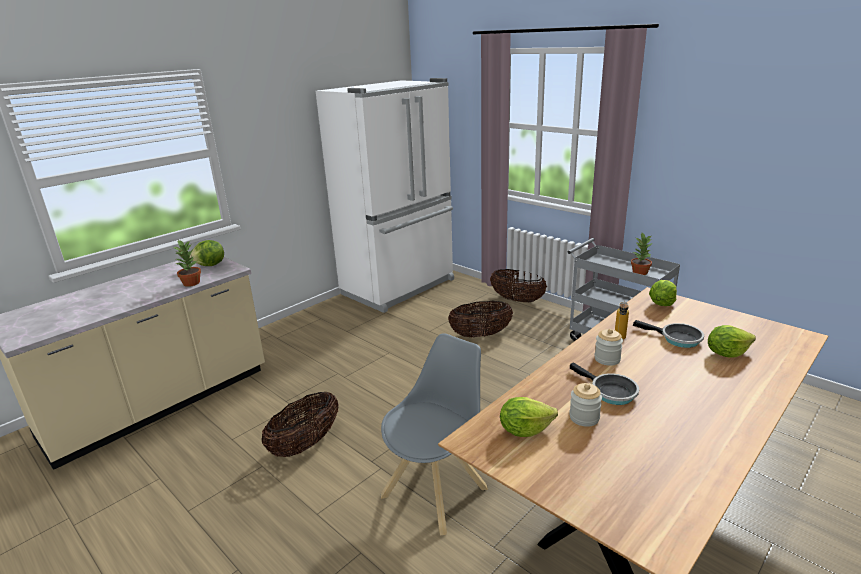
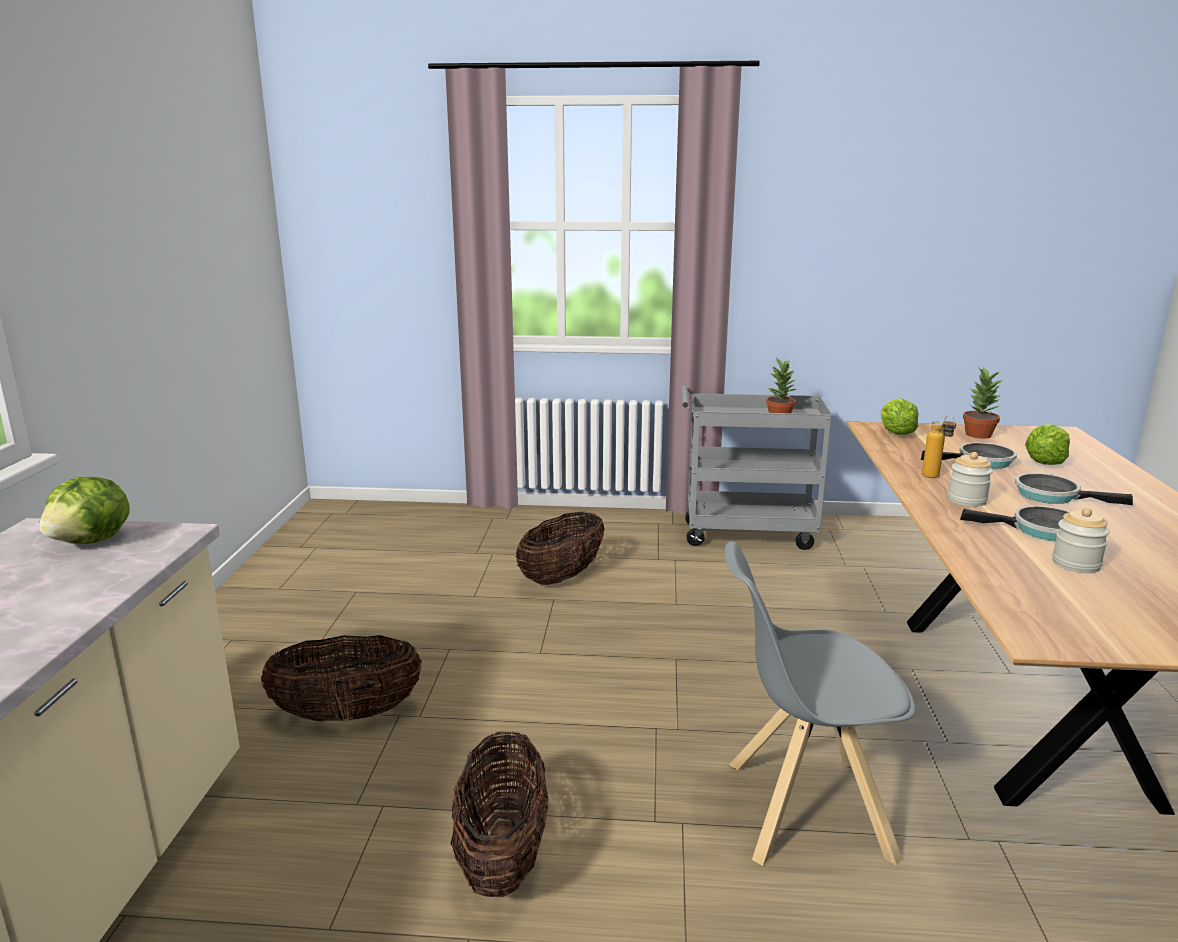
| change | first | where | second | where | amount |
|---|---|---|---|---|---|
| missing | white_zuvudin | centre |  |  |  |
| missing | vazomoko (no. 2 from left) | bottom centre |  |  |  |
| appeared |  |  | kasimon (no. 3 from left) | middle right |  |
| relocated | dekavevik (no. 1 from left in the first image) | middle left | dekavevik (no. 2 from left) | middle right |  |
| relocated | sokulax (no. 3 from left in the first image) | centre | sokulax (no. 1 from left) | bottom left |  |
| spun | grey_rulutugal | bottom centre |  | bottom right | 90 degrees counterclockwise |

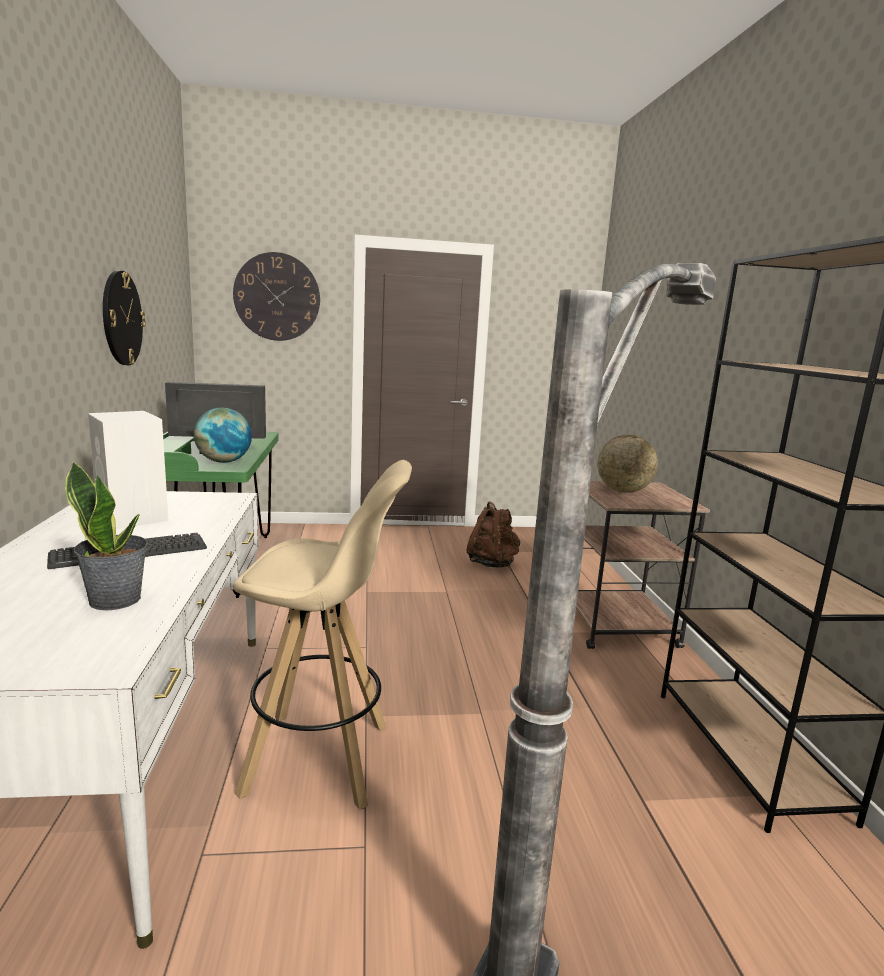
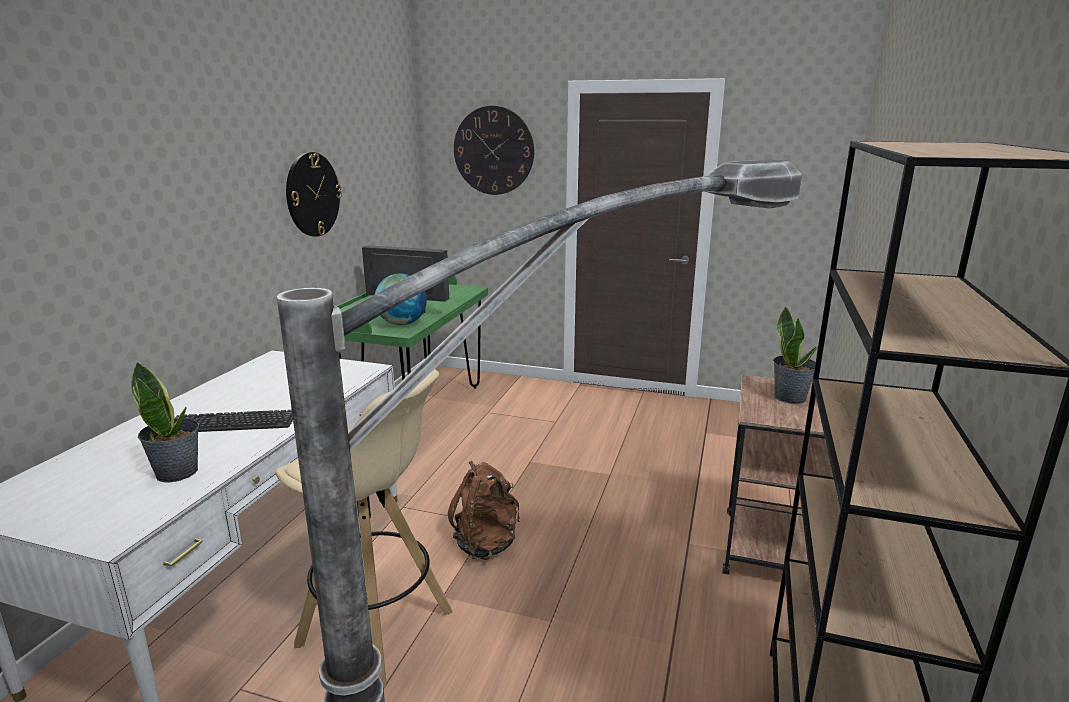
| change | first | where | second | where | amount |
|---|---|---|---|---|---|
| missing | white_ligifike | middle left |  |  |  |
| relocated | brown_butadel | centre |  | bottom centre |  |
| exchanged | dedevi (no. 2 from left) | middle right | dekavevik (no. 2 from left) | middle right |  |

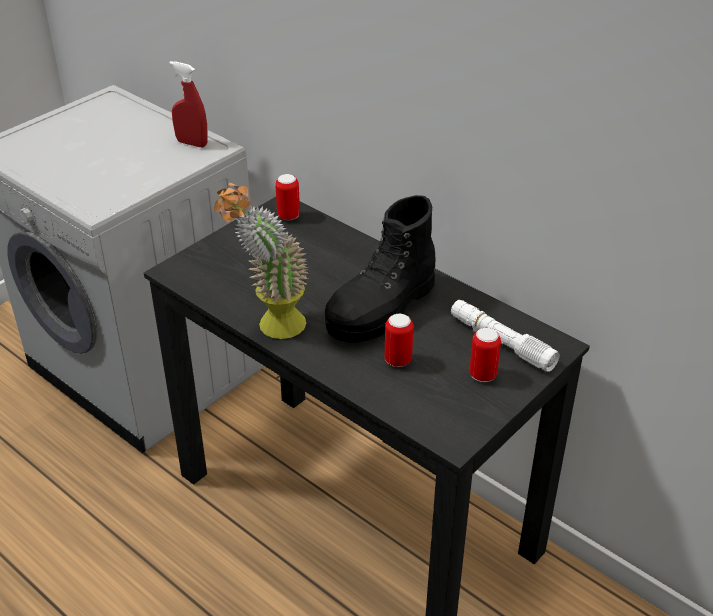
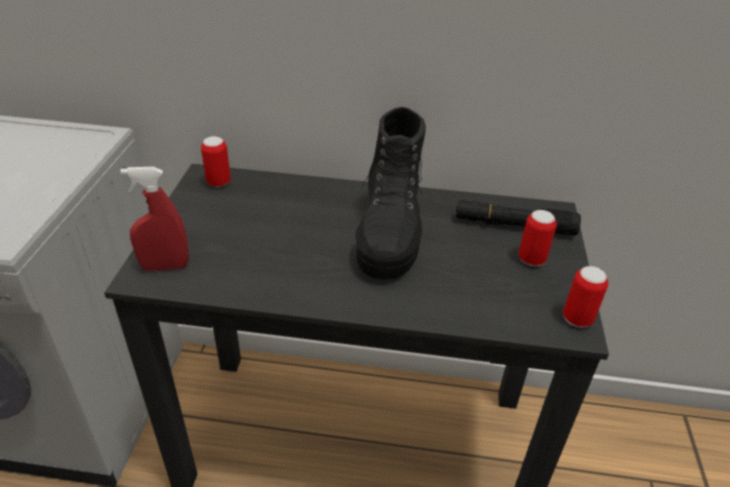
| change | first | where | second | where | amount |
|---|---|---|---|---|---|
| missing | dekavevik | centre |  |  |  |
| relocated | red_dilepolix | top left |  | middle left |  |
| relocated | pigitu (no. 2 from left in the first image) | centre | pigitu (no. 3 from left) | middle right |  |
| colour | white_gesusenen | middle right | black_gesusenen | middle right |  |

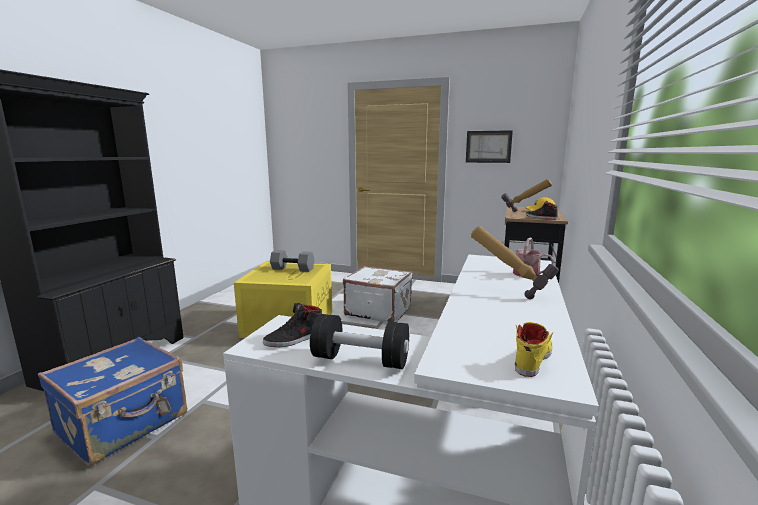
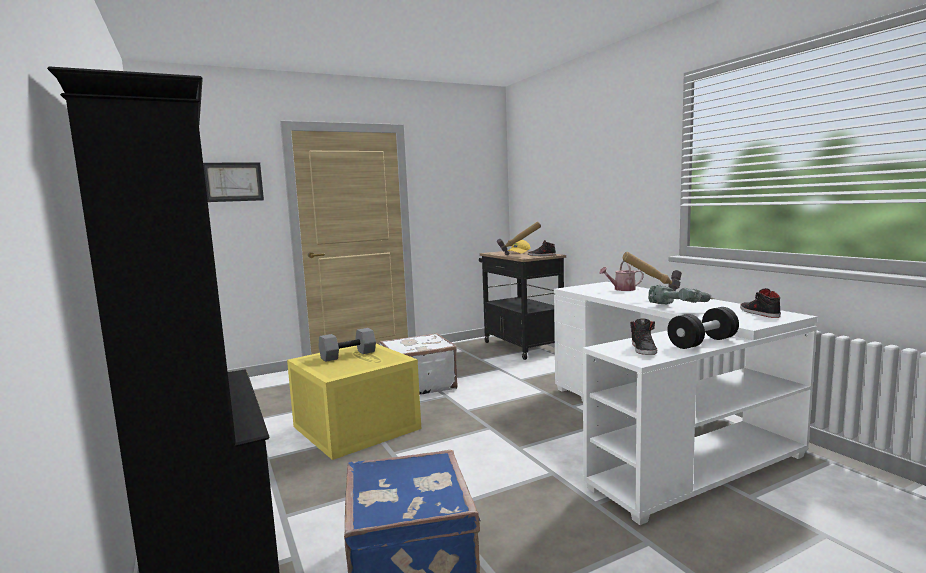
| change | first | where | second | where | amount |
|---|---|---|---|---|---|
| appeared |  |  | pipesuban | middle right |  |
| relocated | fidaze | top centre |  | top left |  |
| colour | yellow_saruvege | bottom right | black_saruvege (no. 3 from left) | middle right |  |

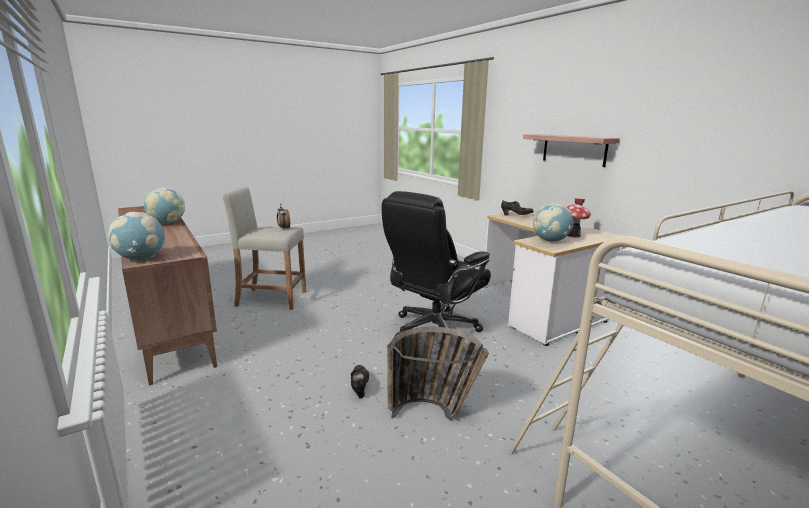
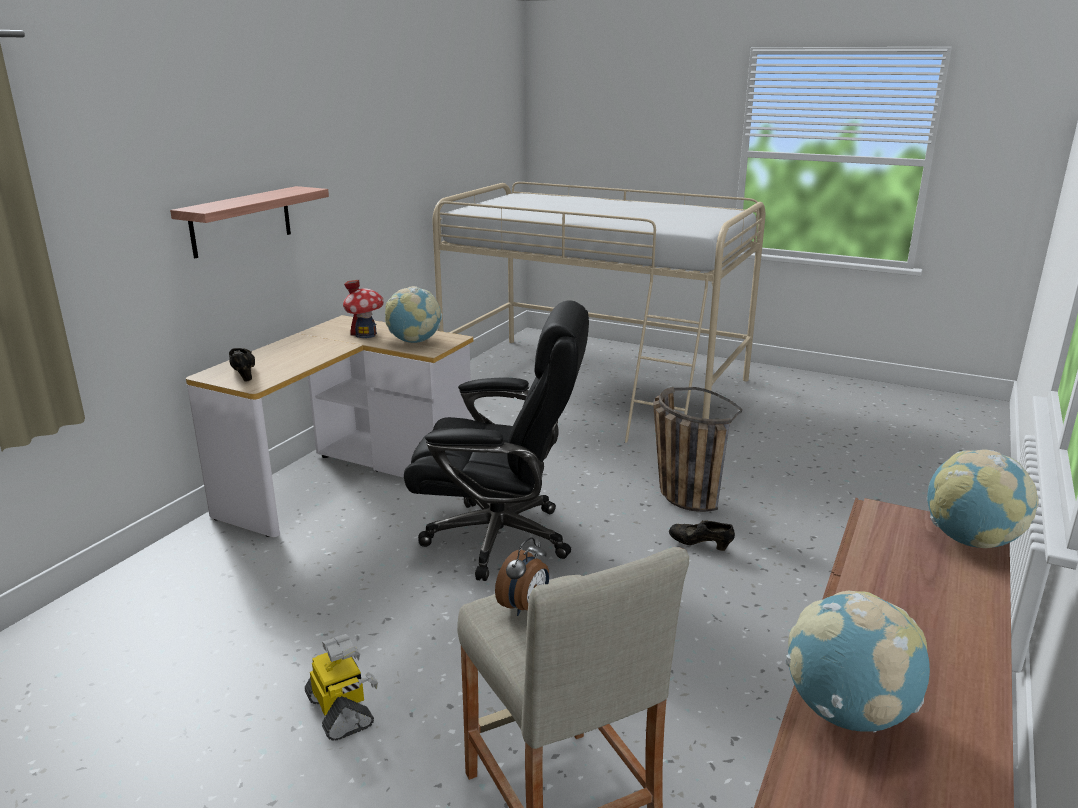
| change | first | where | second | where | amount |
|---|---|---|---|---|---|
| appeared |  |  | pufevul | bottom left |  |
| spun | black_saruvege (no. 1 from left in the first image) | bottom centre | black_saruvege (no. 2 from left) | centre | 60 degrees clockwise |

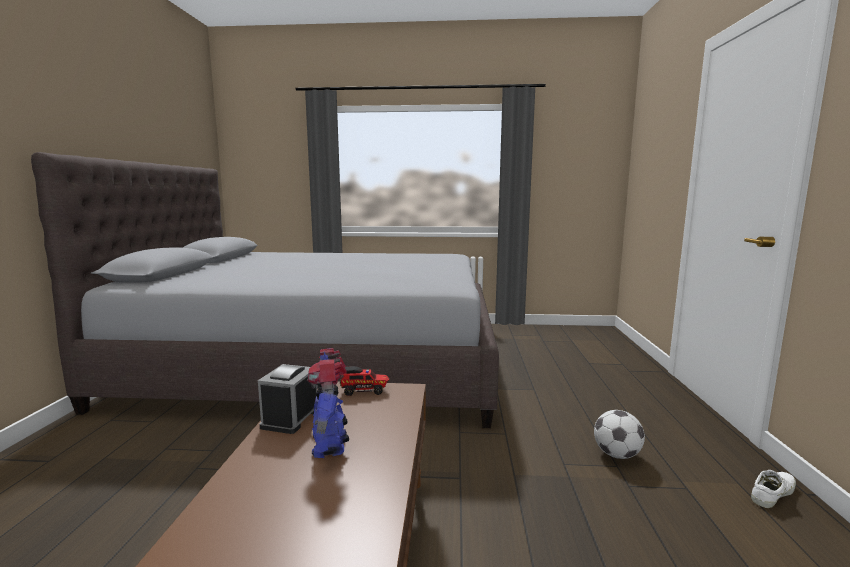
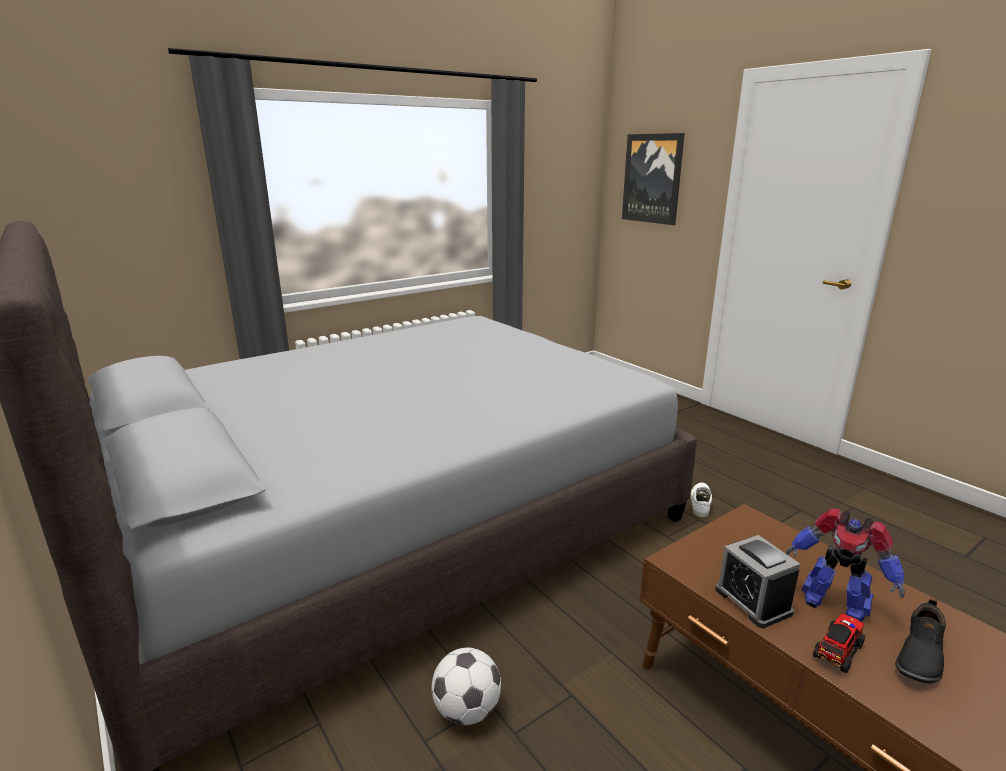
| change | first | where | second | where | amount |
|---|---|---|---|---|---|
| appeared |  |  | fidaze | top centre |  |
| appeared |  |  | black_saruvege | bottom right |  |
| relocated | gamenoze | bottom centre |  | bottom right |  |
| relocated | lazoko | bottom right |  | bottom centre |  |
| relocated | white_saruvege | bottom right |  | middle right |  |

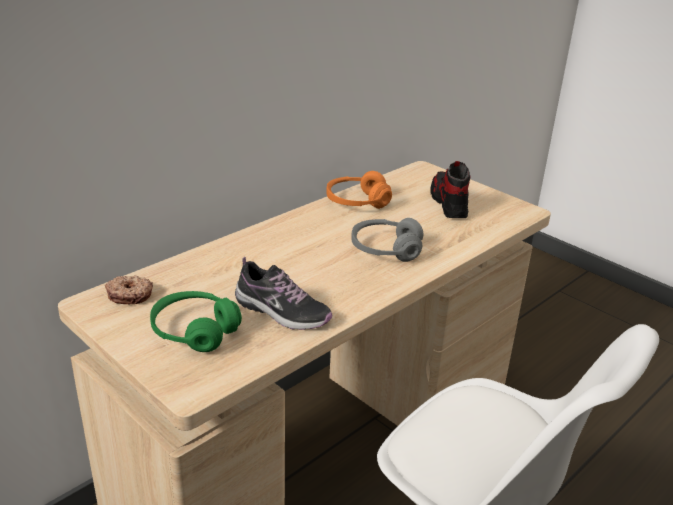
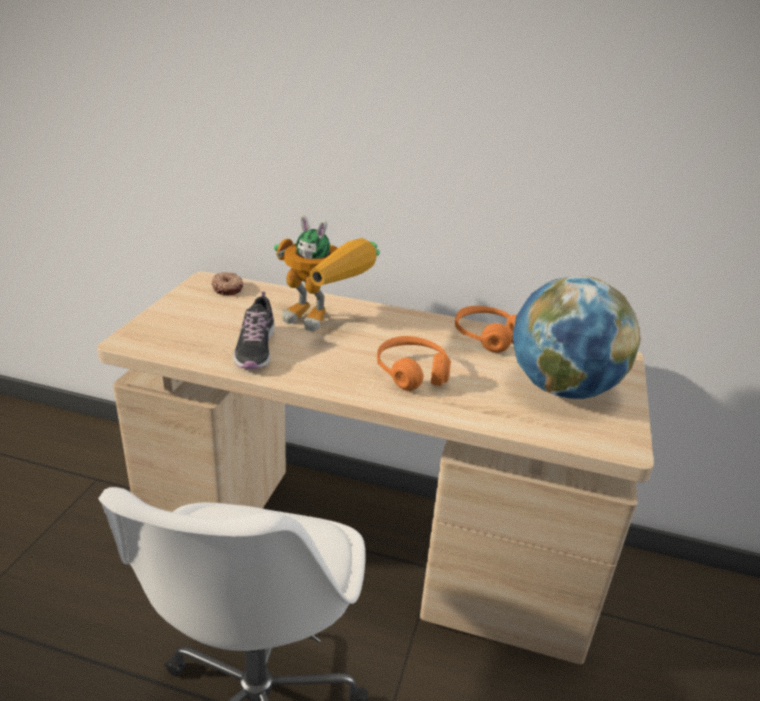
| change | first | where | second | where | amount |
|---|---|---|---|---|---|
| missing | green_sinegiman | middle left |  |  |  |
| appeared |  |  | pufevul | centre |  |
| exchanged | saruvege (no. 2 from left) | middle right | dedevi | middle right |  |
| colour | grey_sinegiman | centre | orange_sinegiman (no. 1 from left) | centre |  |

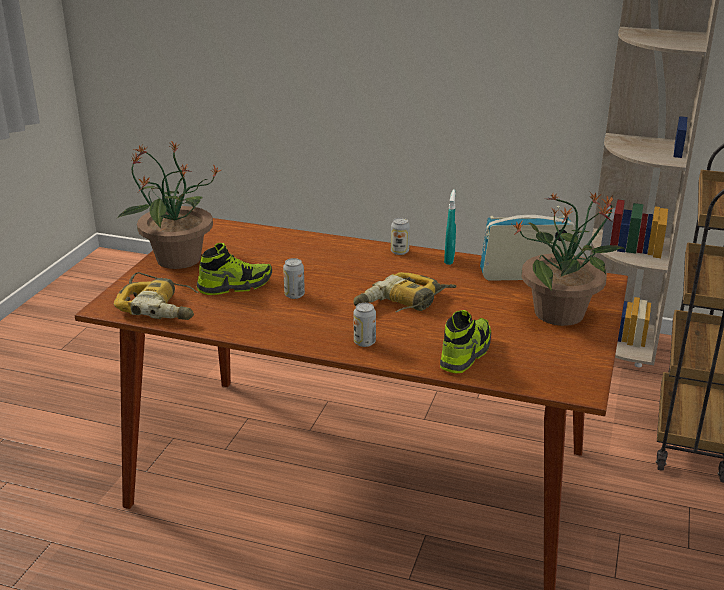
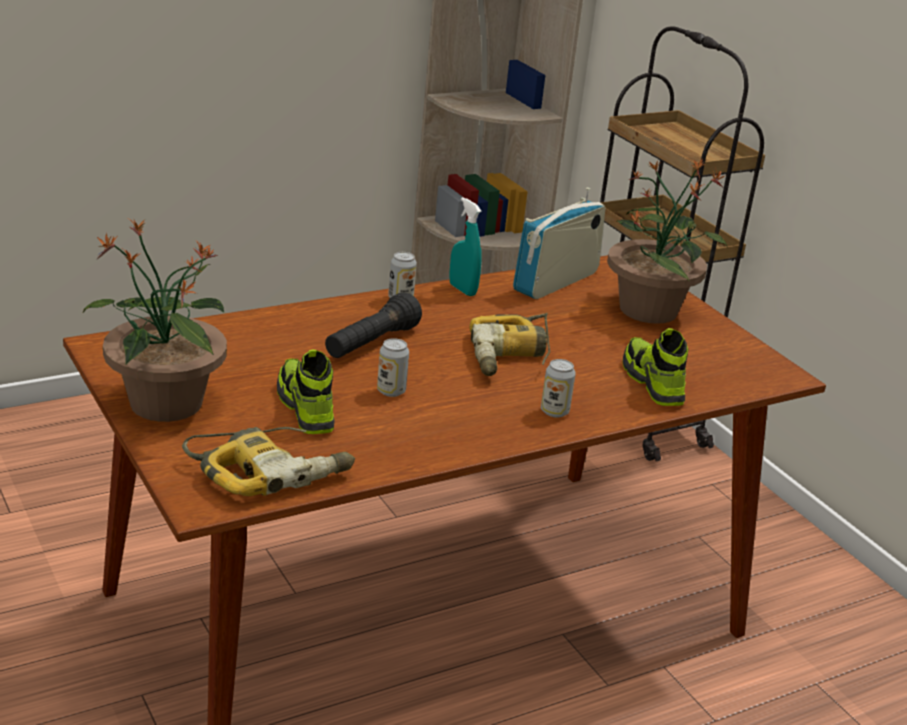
| change | first | where | second | where | amount |
|---|---|---|---|---|---|
| appeared |  |  | black_gesusenen | centre |  |
| spun | saruvege (no. 1 from left) | middle left |  | centre | 45 degrees counterclockwise |

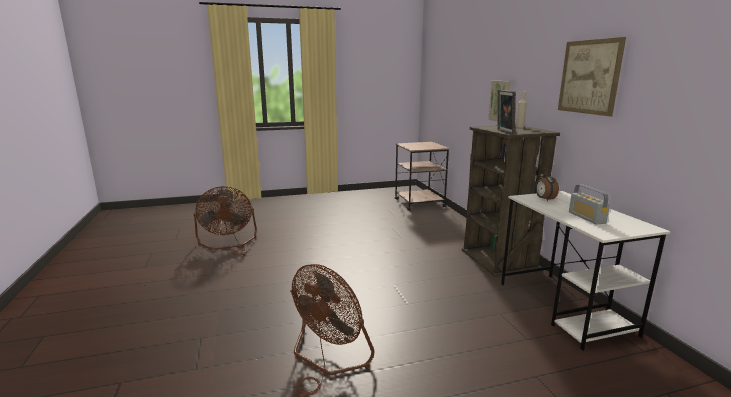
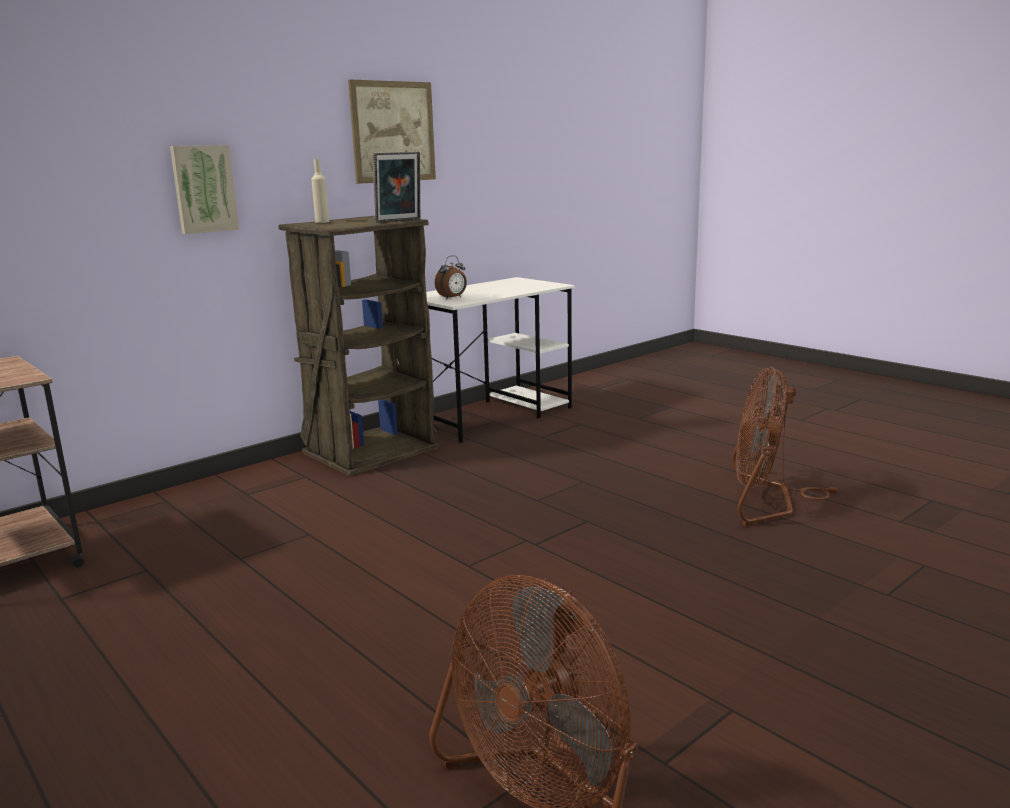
| change | first | where | second | where | amount |
|---|---|---|---|---|---|
| missing | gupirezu | middle right |  |  |  |

